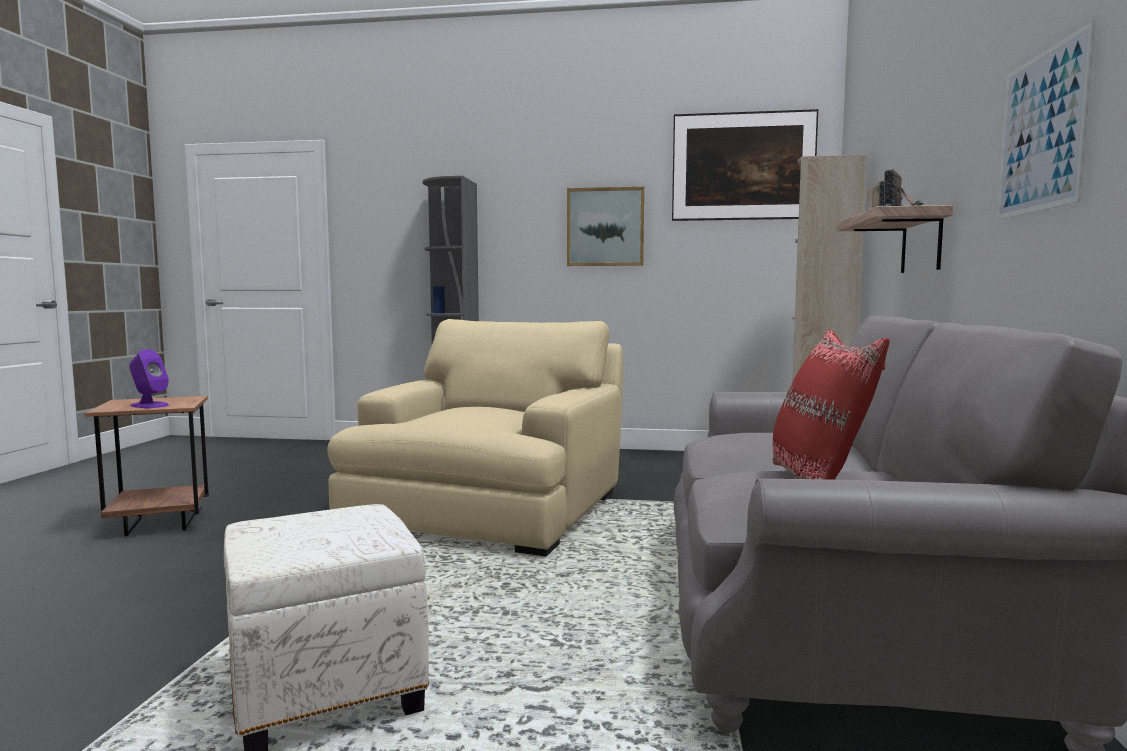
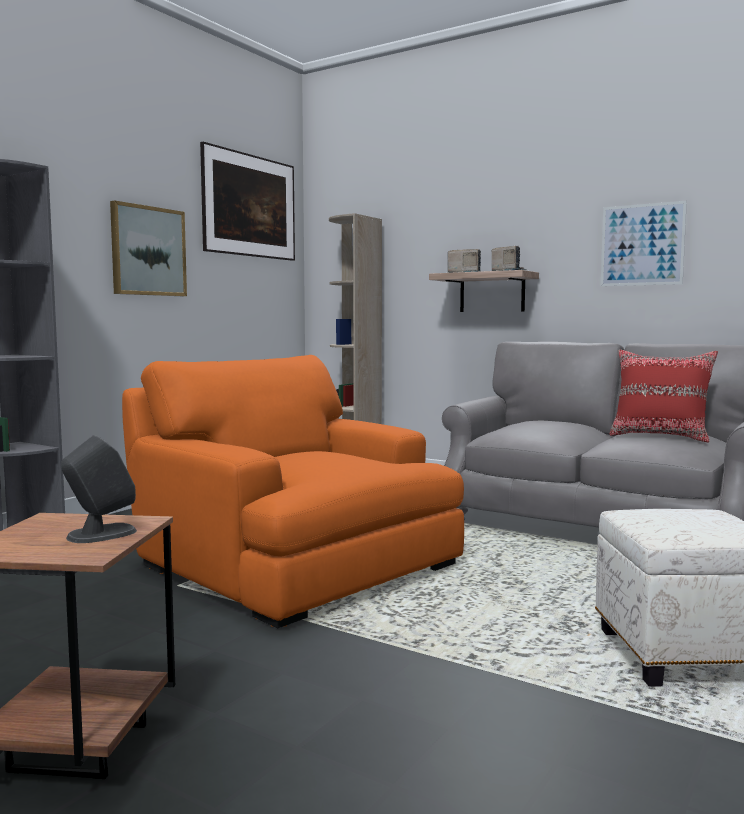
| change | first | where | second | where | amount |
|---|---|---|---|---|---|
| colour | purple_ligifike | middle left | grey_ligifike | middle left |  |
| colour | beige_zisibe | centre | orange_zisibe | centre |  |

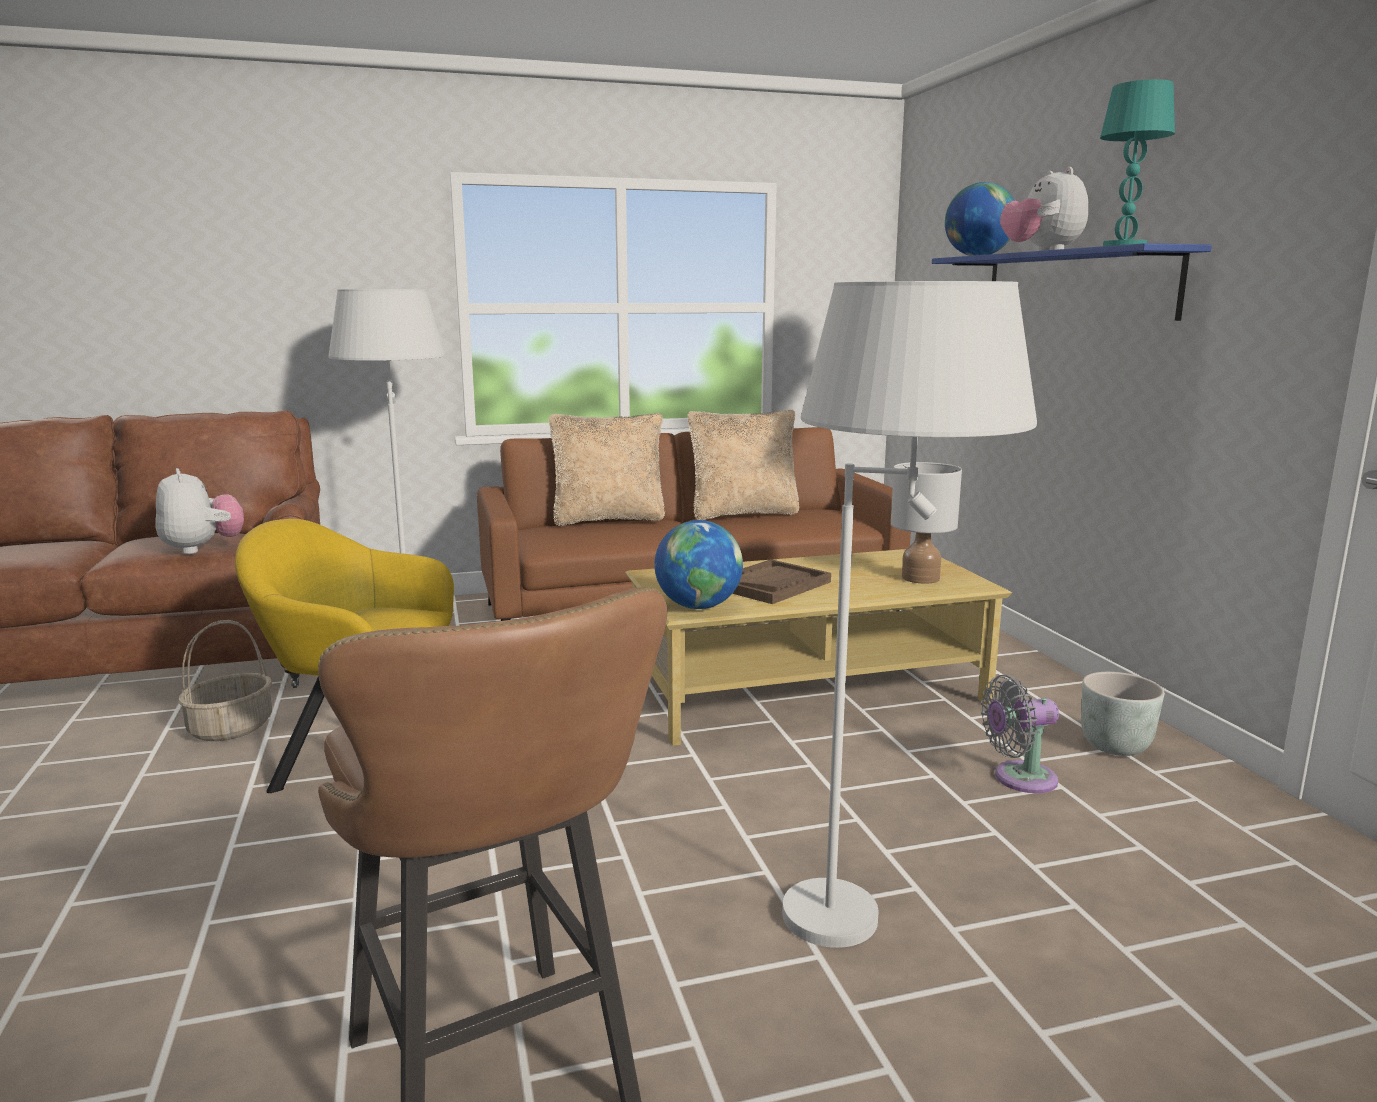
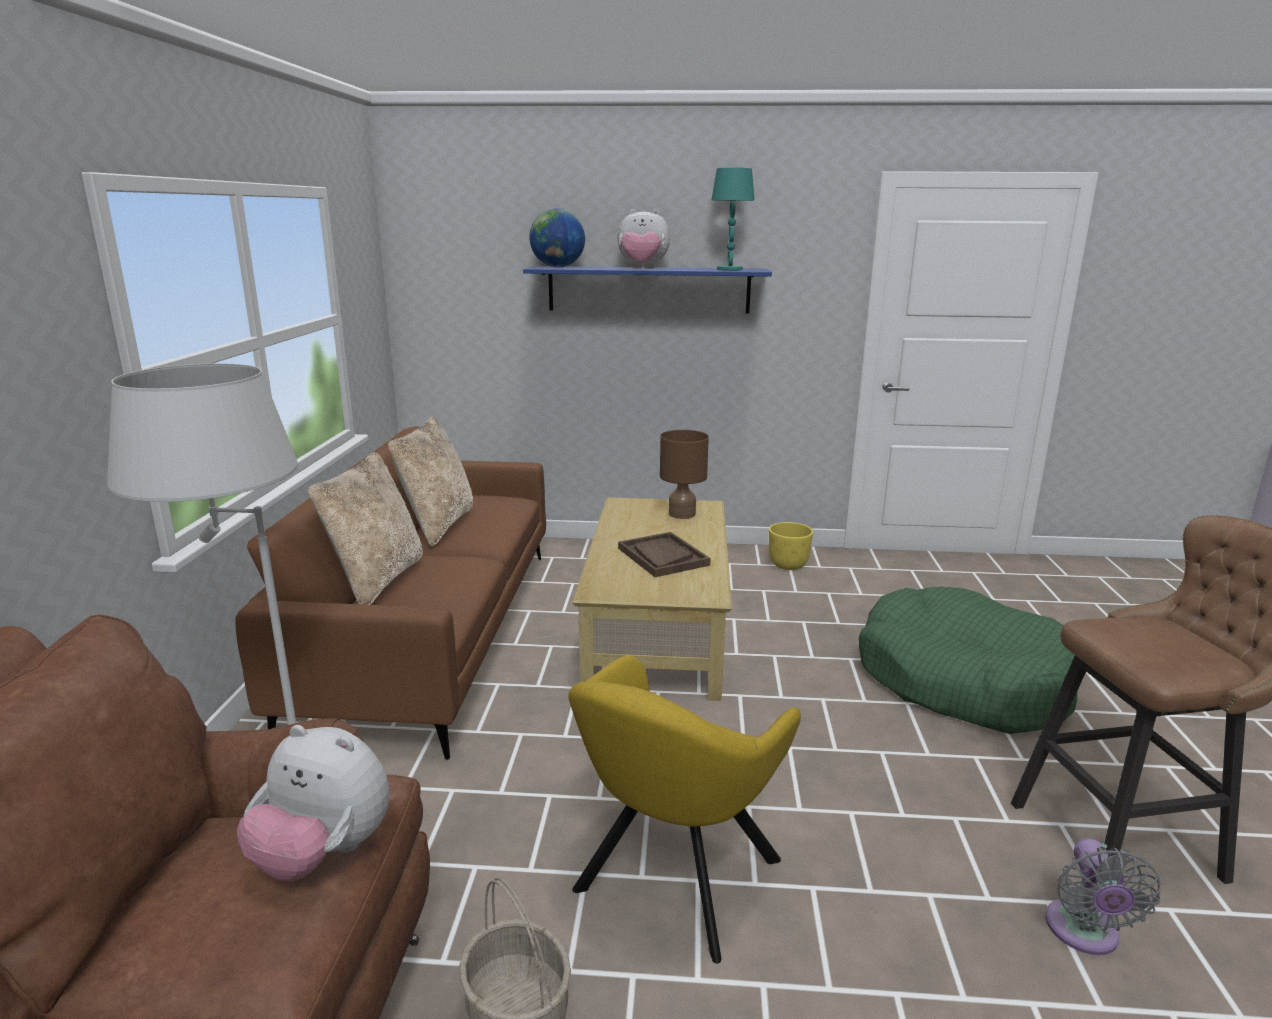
| change | first | where | second | where | amount |
|---|---|---|---|---|---|
| missing | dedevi (no. 1 from left) | centre |  |  |  |
| relocated | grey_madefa | middle right |  | bottom right |  |
| exchanged | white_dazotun (no. 2 from left) | centre | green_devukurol | middle right |  |
| colour | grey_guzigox | middle right | brown_guzigox | centre |  |
| colour | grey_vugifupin | middle right | yellow_vugifupin | centre |  |
| spun | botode (no. 1 from left) | middle left |  | bottom left | 150 degrees counterclockwise |

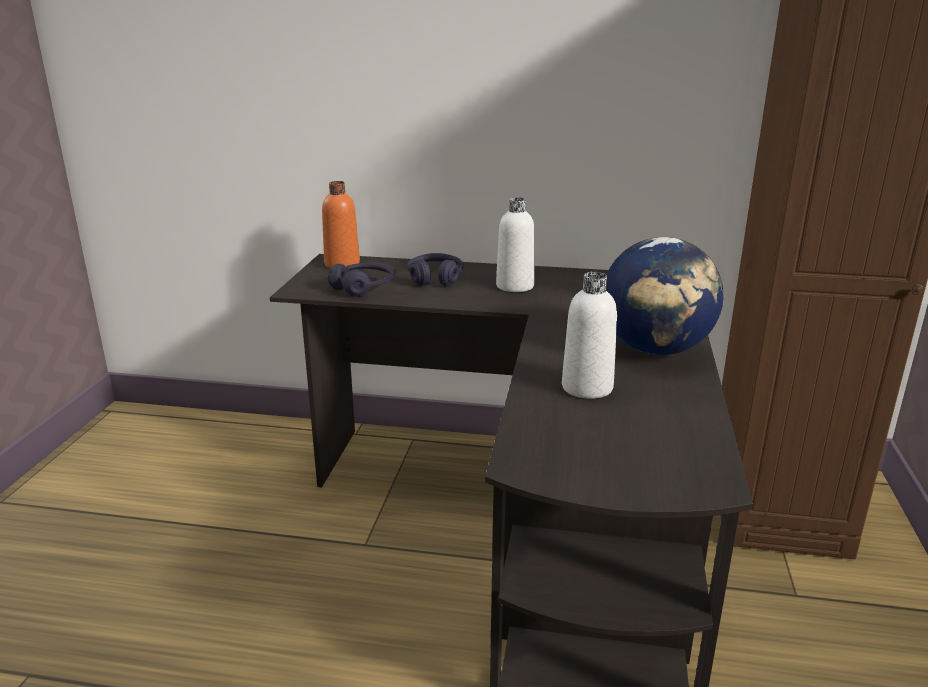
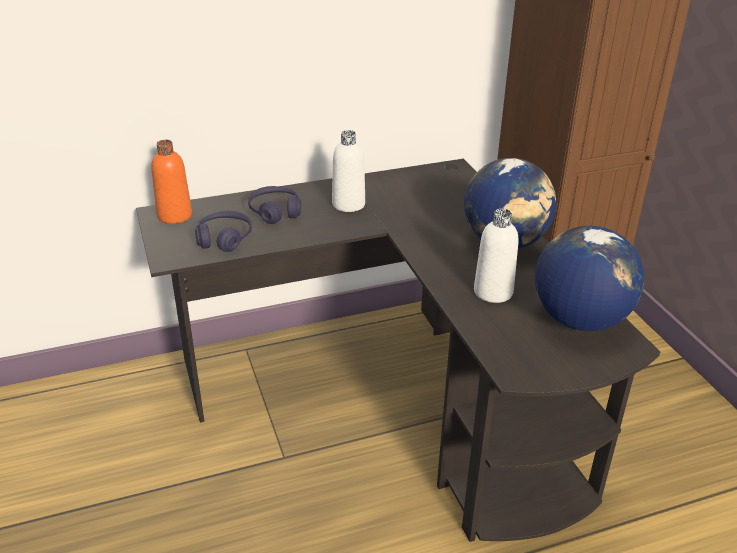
| change | first | where | second | where | amount |
|---|---|---|---|---|---|
| appeared |  |  | dedevi (no. 2 from left) | middle right |  |

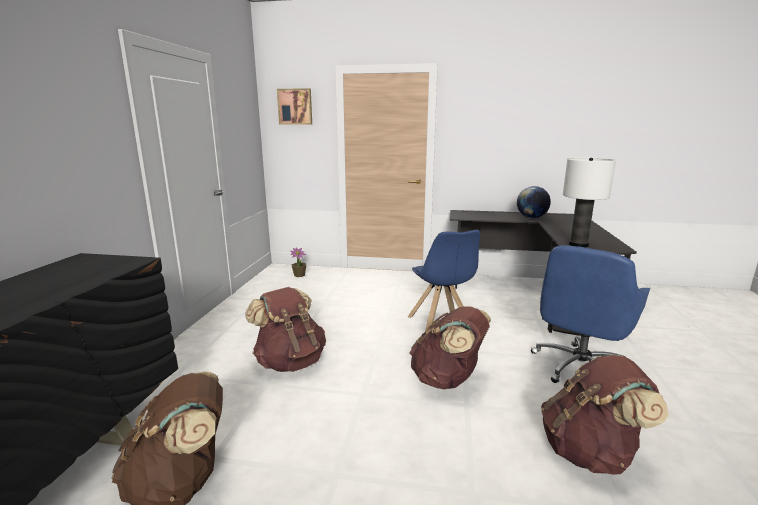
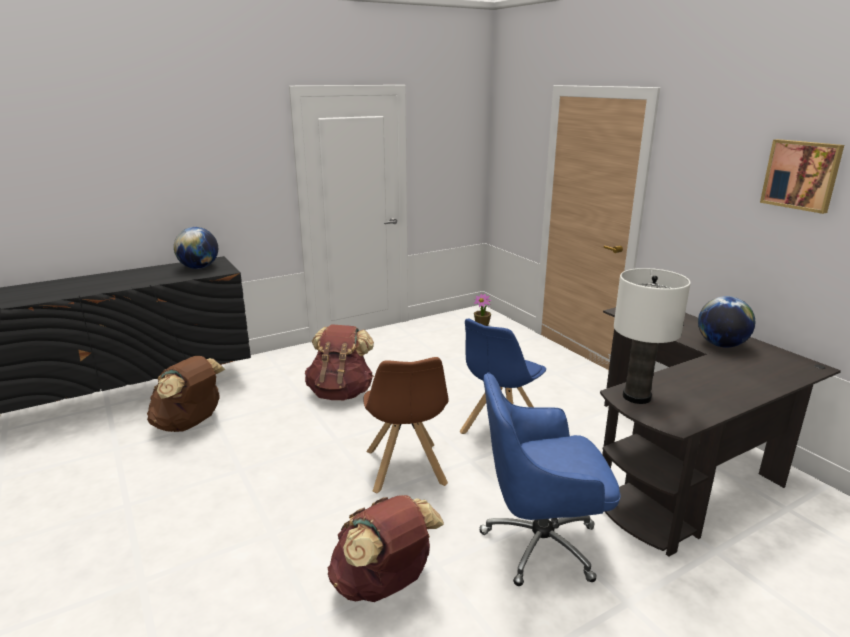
| change | first | where | second | where | amount |
|---|---|---|---|---|---|
| appeared |  |  | dedevi (no. 1 from left) | middle left |  |
| relocated | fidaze | top centre |  | top right |  |
| exchanged | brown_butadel (no. 3 from left) | bottom centre | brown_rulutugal | bottom centre |  |

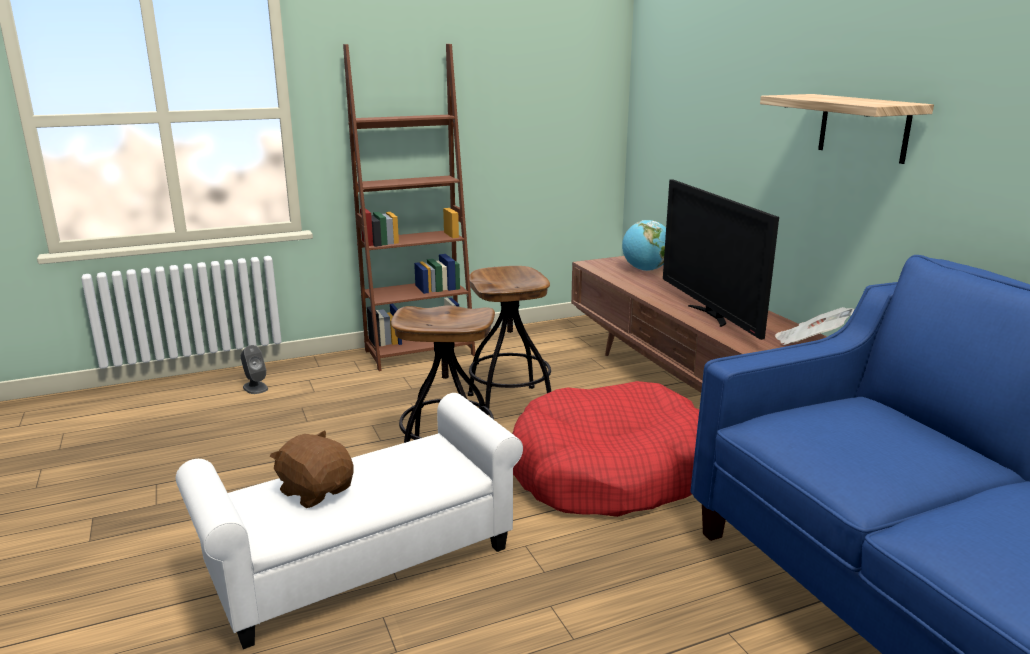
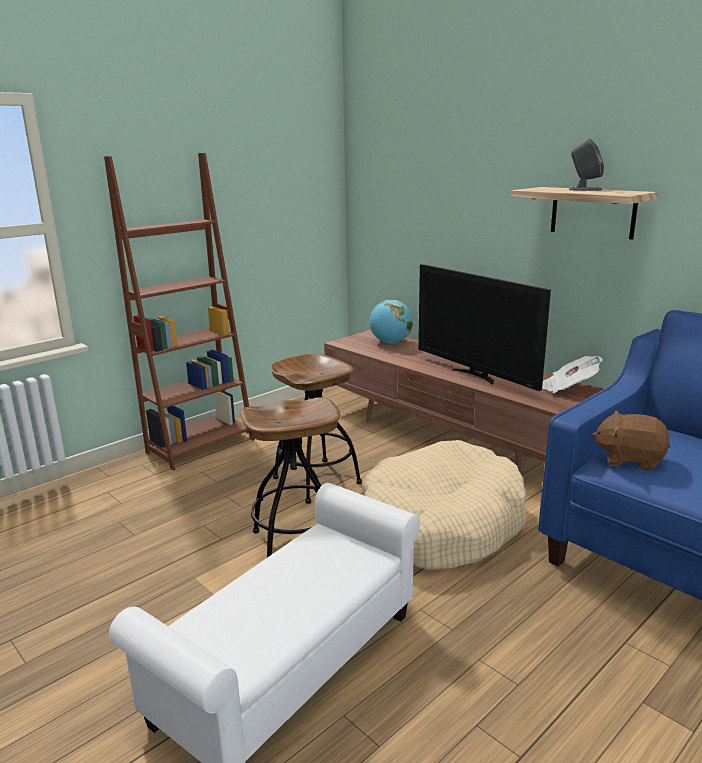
| change | first | where | second | where | amount |
|---|---|---|---|---|---|
| relocated | grey_ligifike | middle left |  | top right |  |
| relocated | brown_botode | bottom left |  | middle right |  |
| colour | red_devukurol | bottom centre | beige_devukurol | centre |  |

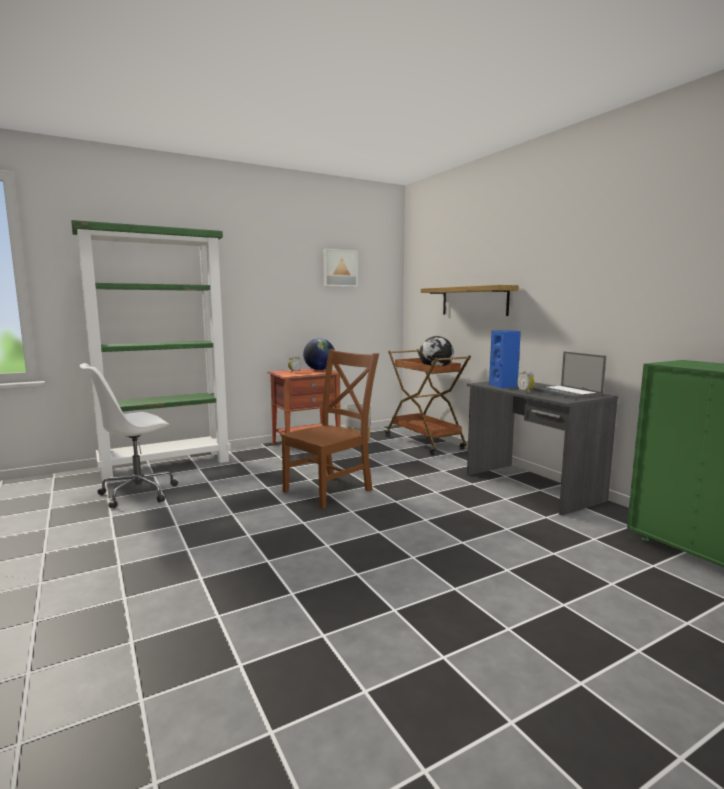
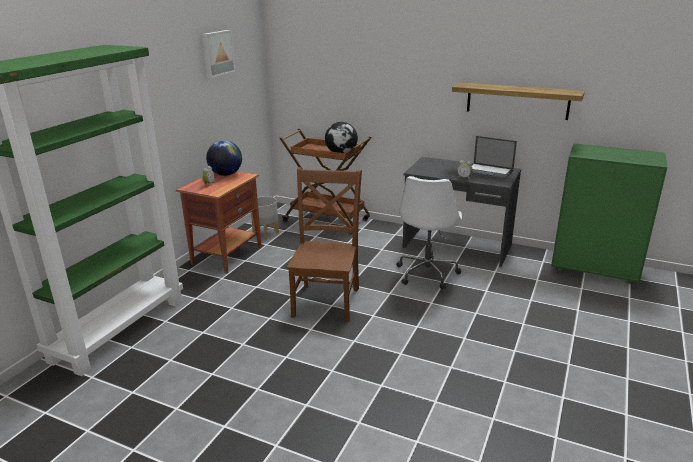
| change | first | where | second | where | amount |
|---|---|---|---|---|---|
| missing | blue_ligifike | middle right |  |  |  |
| relocated | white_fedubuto | middle left |  | centre |  |
| relocated | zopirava | centre |  | top right |  |

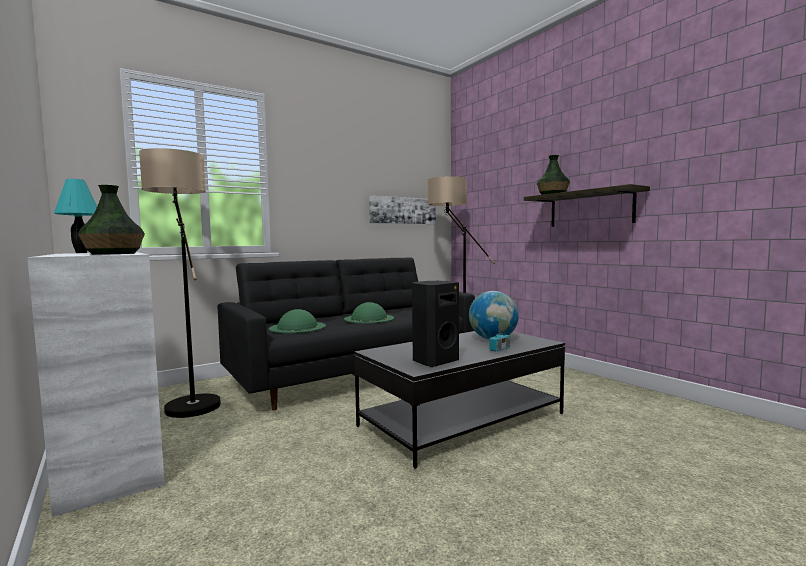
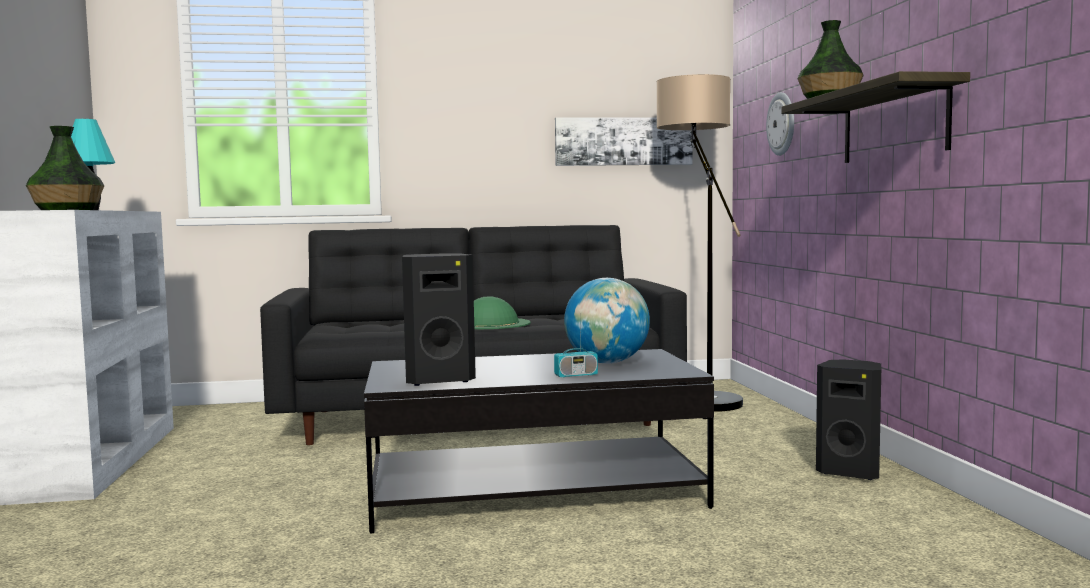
| change | first | where | second | where | amount |
|---|---|---|---|---|---|
| missing | dazotun (no. 1 from left) | middle left |  |  |  |
| missing | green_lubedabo (no. 1 from left) | centre |  |  |  |
| appeared |  |  | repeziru | top right |  |
| appeared |  |  | black_ligifike (no. 2 from left) | bottom right |  |

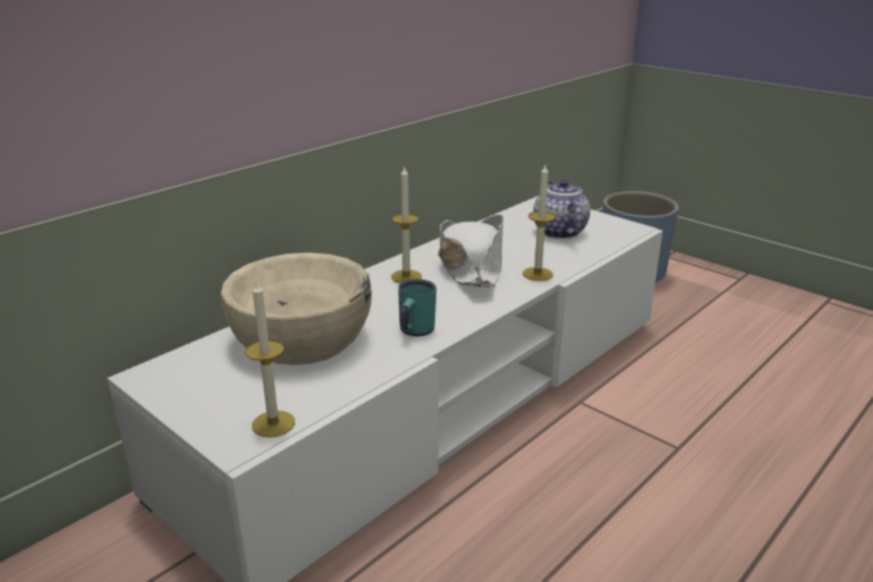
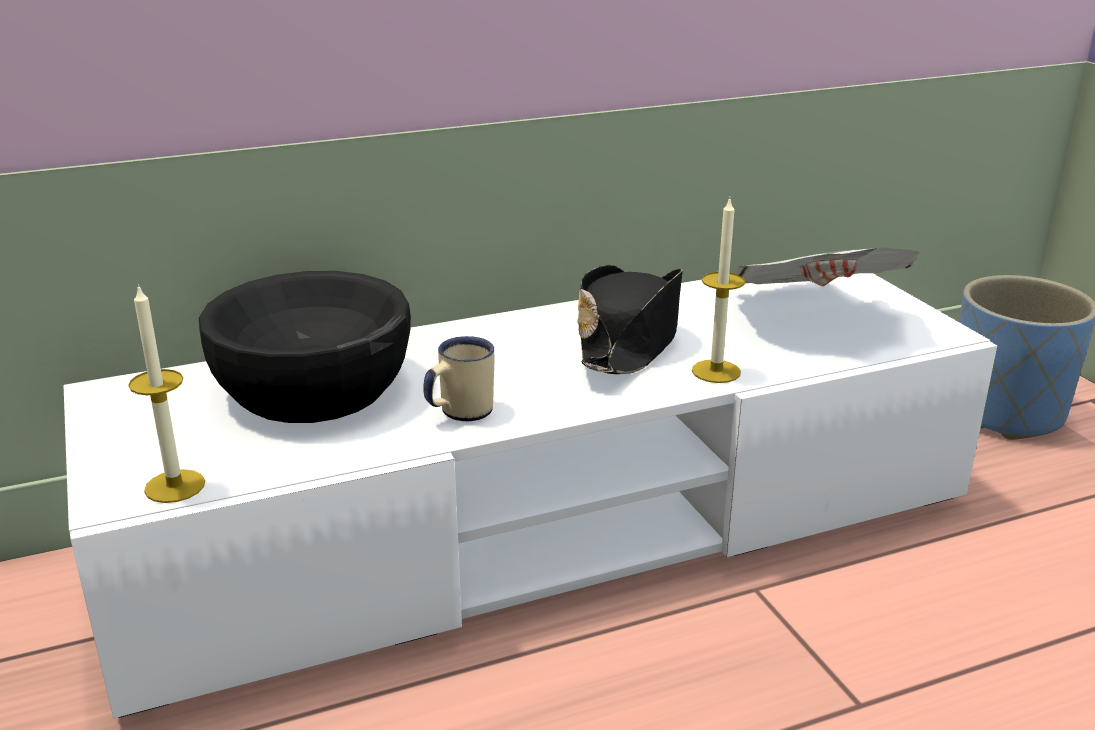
| change | first | where | second | where | amount |
|---|---|---|---|---|---|
| missing | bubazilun (no. 2 from left) | centre |  |  |  |
| exchanged | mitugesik | centre | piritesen | middle right |  |
| colour | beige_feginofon | centre | black_feginofon | middle left |  |
| colour | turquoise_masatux | centre | beige_masatux | centre |  |
| colour | white_lubedabo | centre | black_lubedabo | centre |  |

